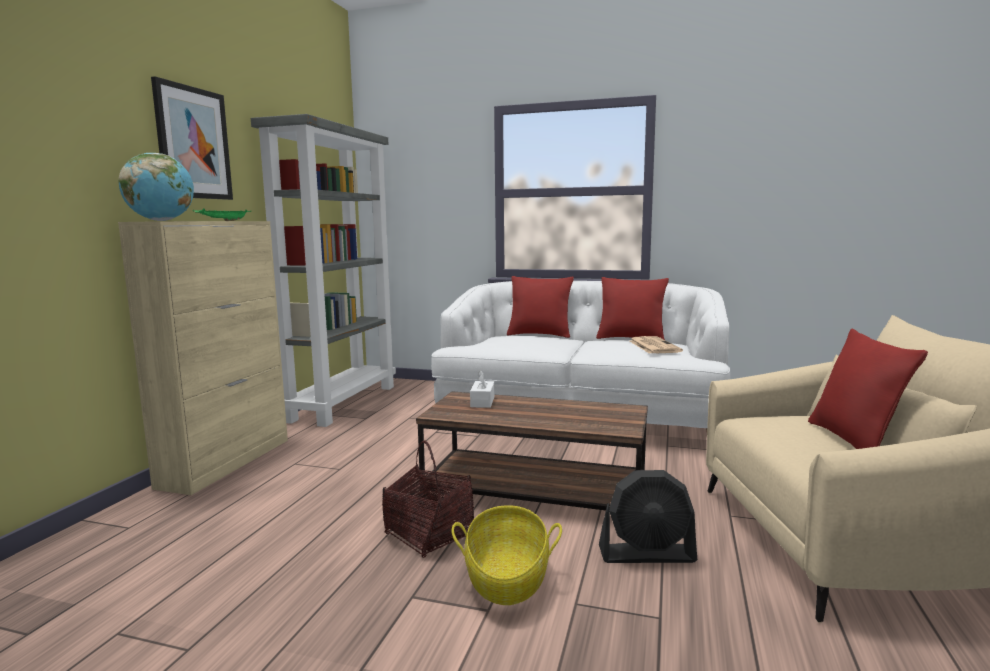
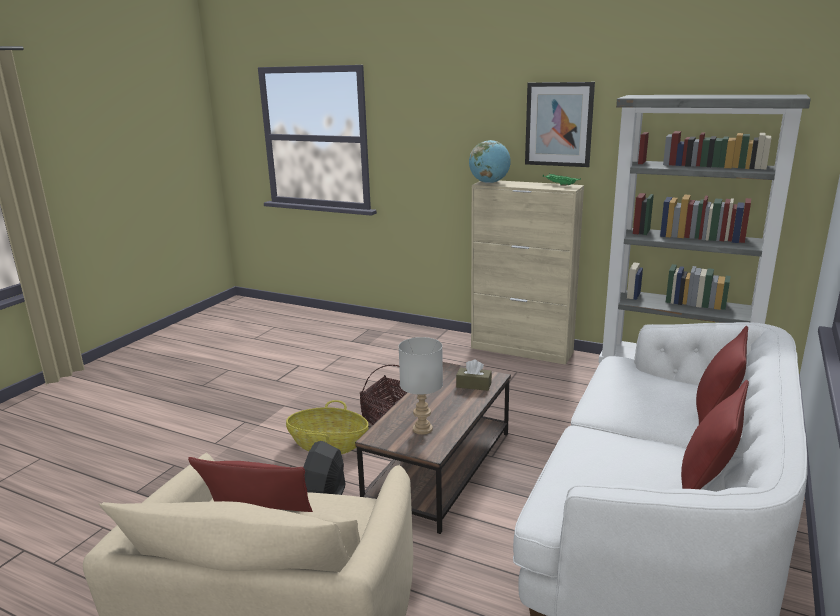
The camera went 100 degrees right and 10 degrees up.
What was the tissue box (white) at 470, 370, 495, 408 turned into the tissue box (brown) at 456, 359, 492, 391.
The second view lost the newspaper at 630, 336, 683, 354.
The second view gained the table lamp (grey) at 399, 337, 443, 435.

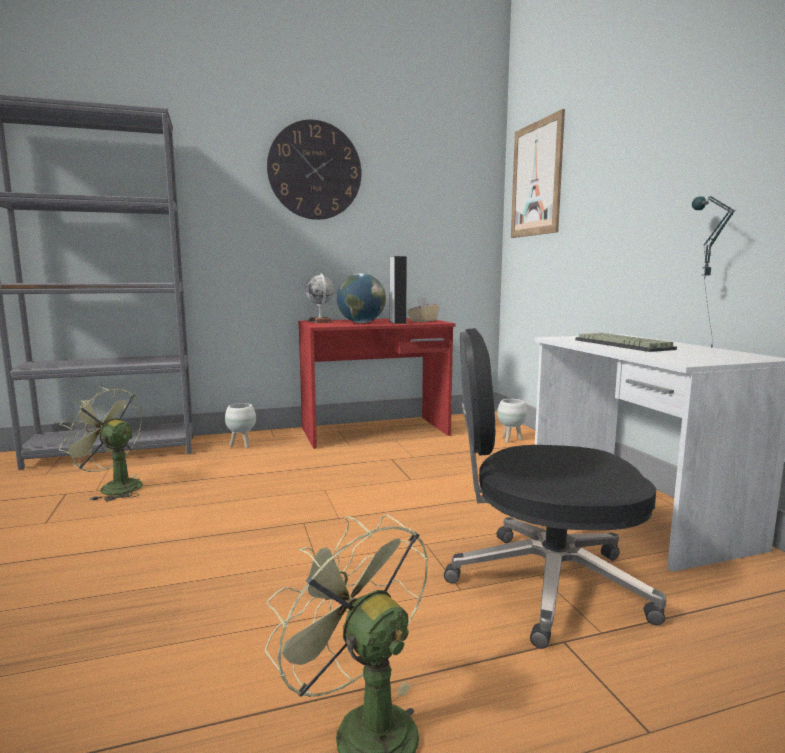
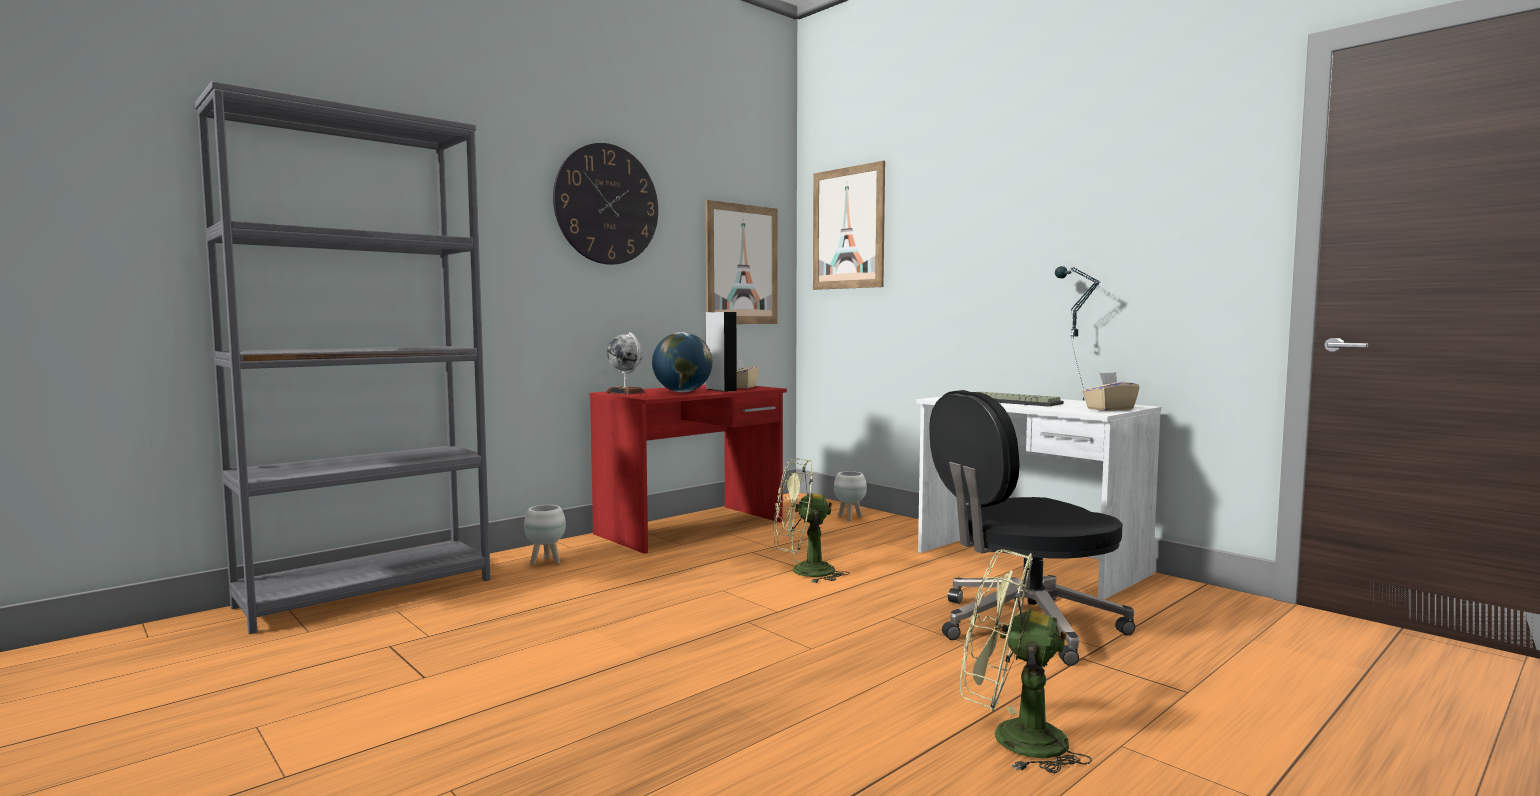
The camera went 25 degrees left and 5 degrees down.
The fan (green) ended up elsewhere, having gone from 59, 386, 143, 501 to 774, 458, 849, 583.
The second view gained the picture at 705, 200, 778, 324.
The second view gained the tissue box (beige) at 1083, 372, 1139, 411.

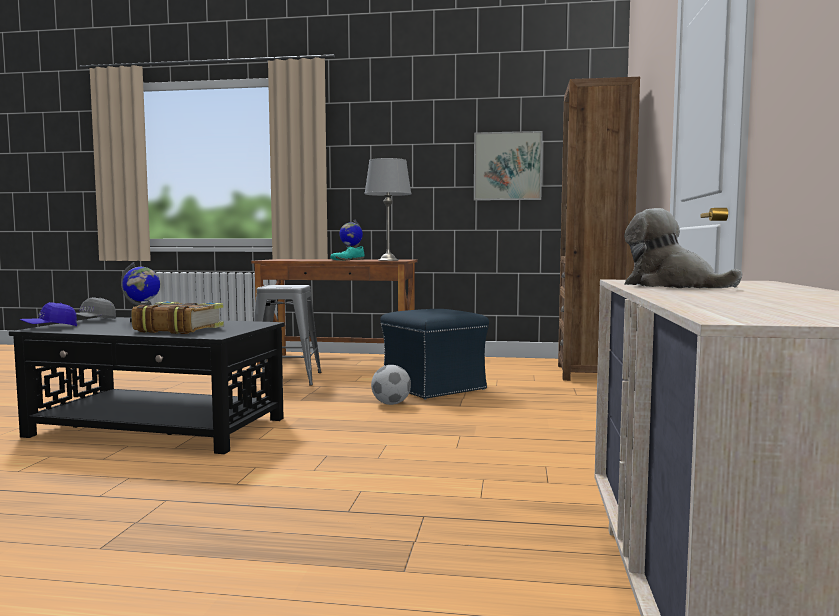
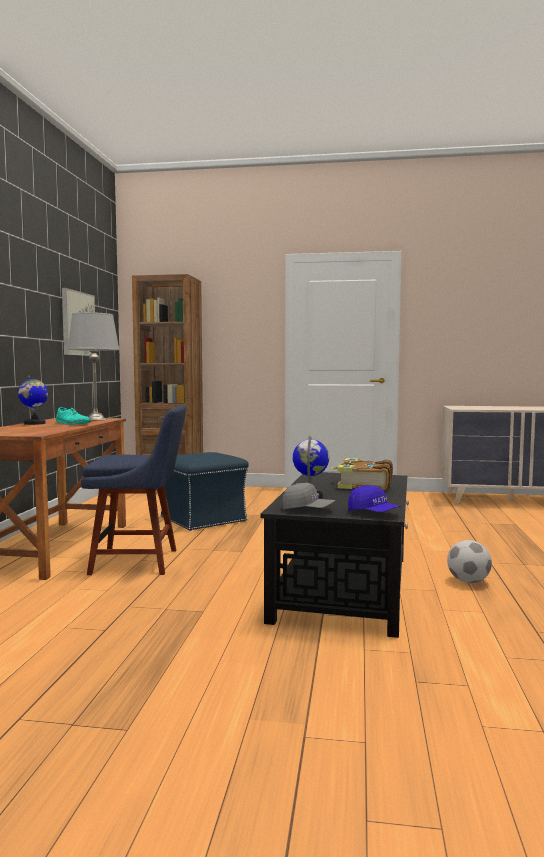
The camera went 90 degrees left and 0 degrees up.
Where the stool (grey) stood at 250, 285, 321, 385, the chair (blue) came to stand at 81, 405, 186, 575.
The football ended up elsewhere, having gone from 371, 365, 411, 405 to 447, 540, 492, 583.
The second view lost the plush toy at 624, 208, 742, 288.

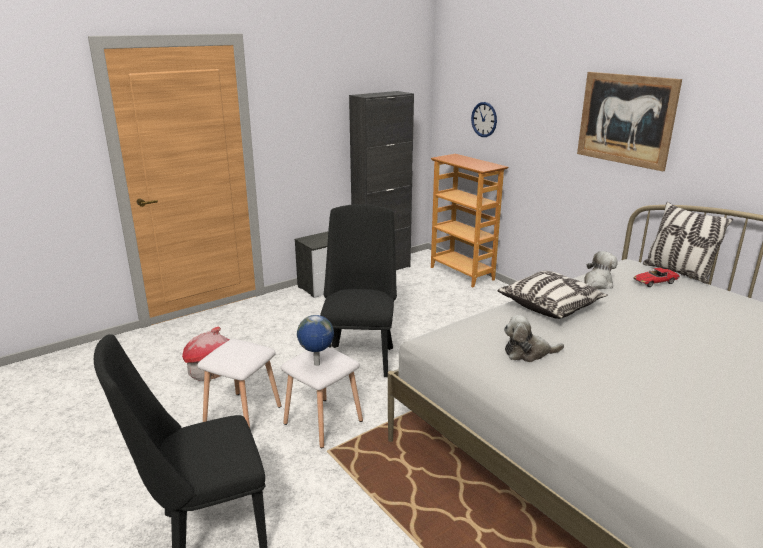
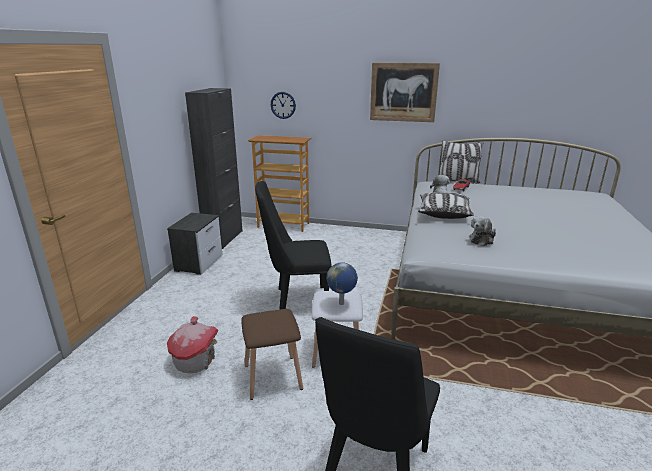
The camera went 40 degrees left and 0 degrees up.
What was the stool (white) at 197, 339, 281, 428 turned into the stool (brown) at 241, 309, 303, 400.
The chair (black) at 320, 204, 397, 377 ended up facing another way, 60 degrees counterclockwise from before.

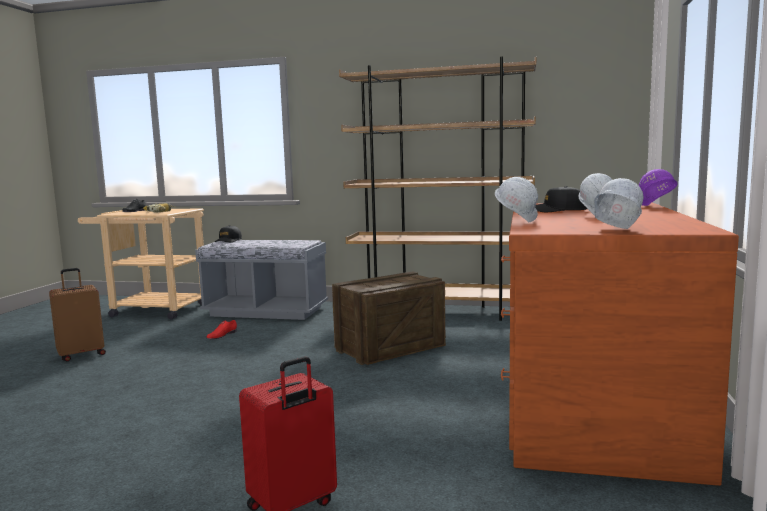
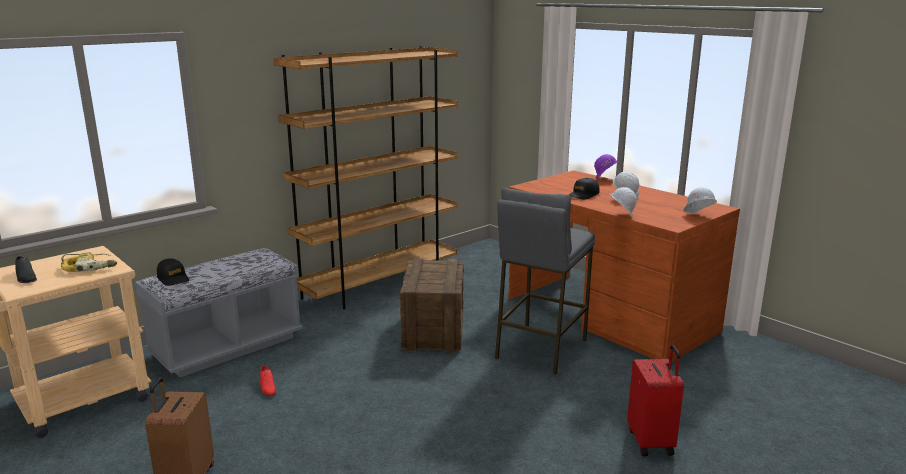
The camera went 55 degrees left and 10 degrees up.
The second view gained the stool (grey) at 495, 188, 595, 375.

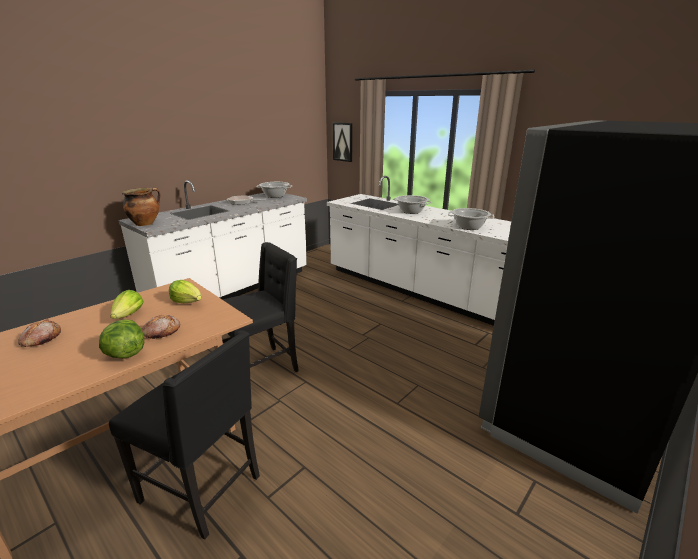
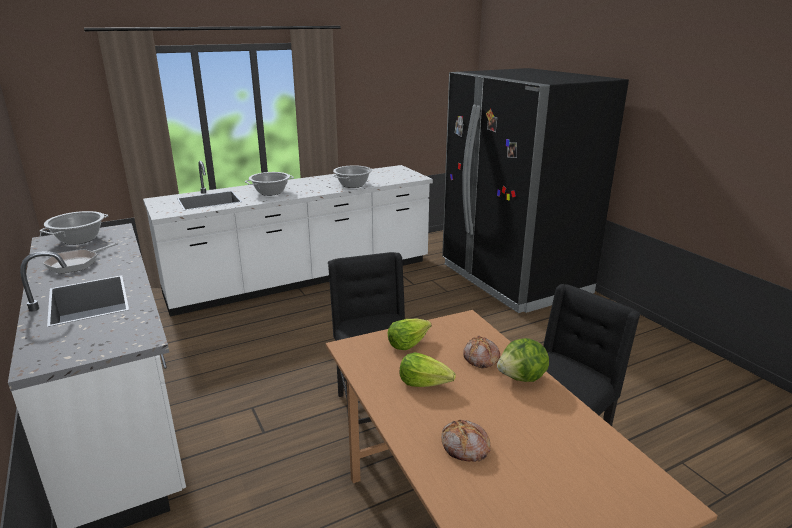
The camera went 70 degrees left and 0 degrees up.
The second view lost the cooking pot at 122, 188, 160, 226.
The second view lost the picture at 333, 122, 353, 162.

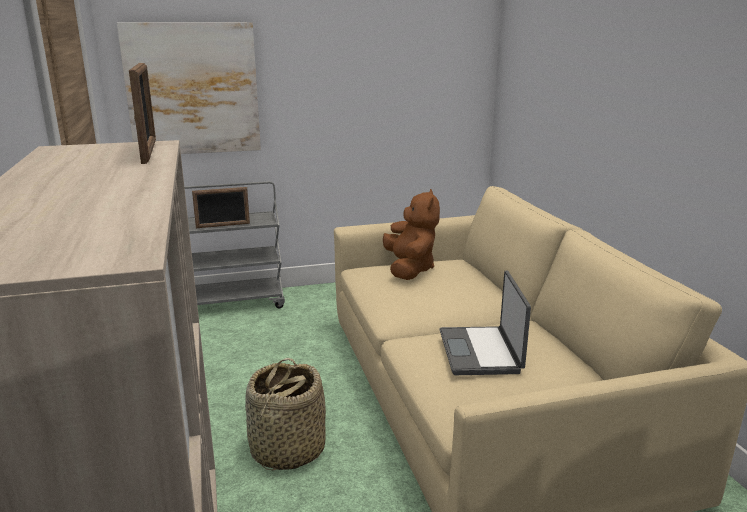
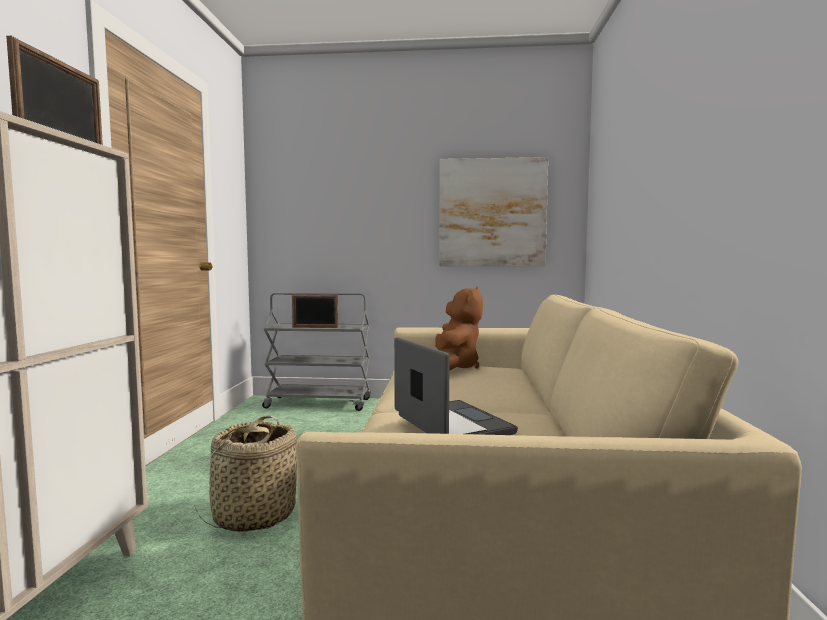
The camera went 20 degrees right and 15 degrees down.
The picture ended up elsewhere, having gone from 117, 23, 261, 154 to 439, 157, 548, 266.
The laptop at 439, 270, 531, 375 ended up facing another way, 135 degrees clockwise from before.

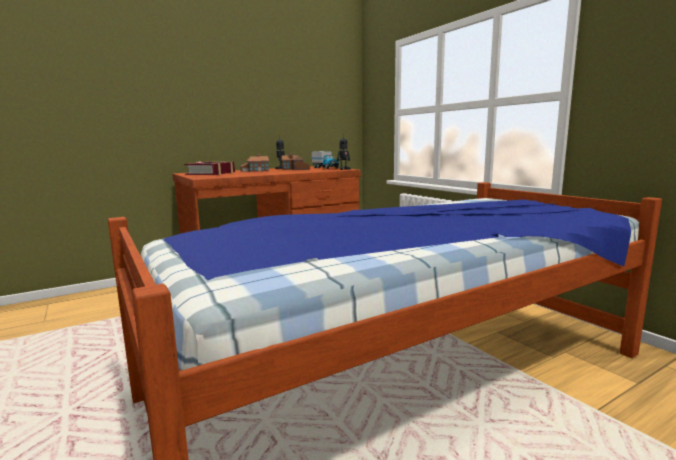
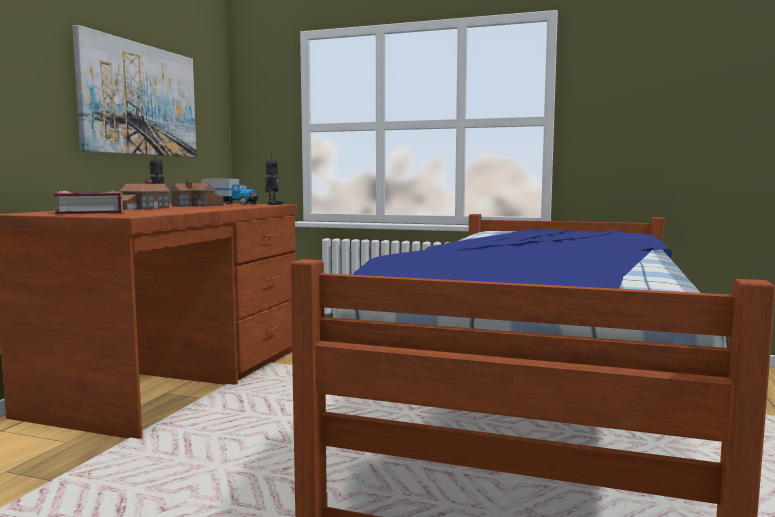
The camera went 40 degrees left and 5 degrees down.
The second view gained the picture at 72, 25, 197, 157.

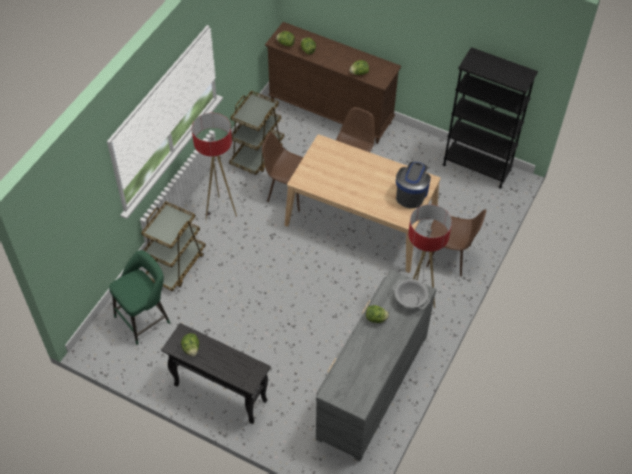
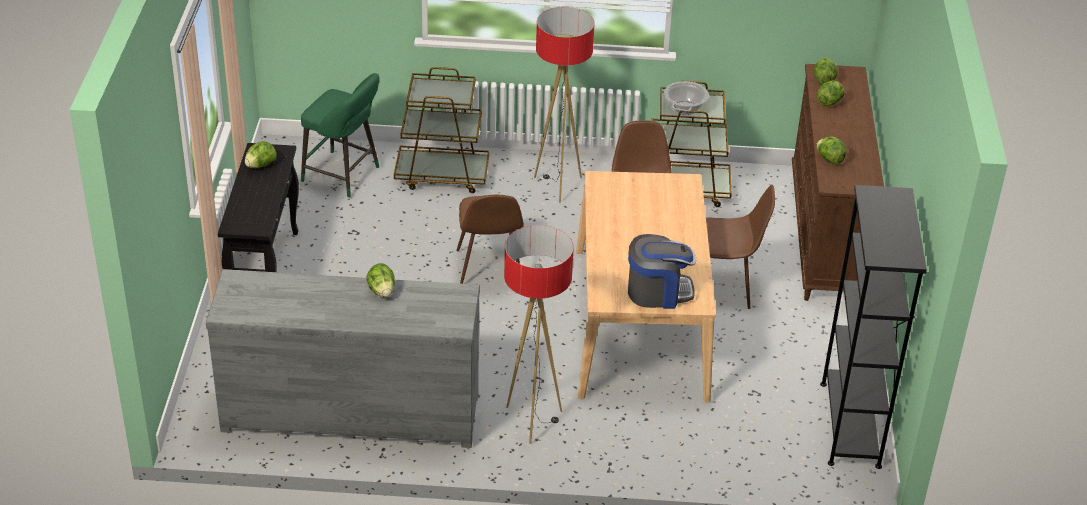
The camera went 65 degrees right and 15 degrees down.
The cooking pot ended up elsewhere, having gone from 393, 279, 430, 309 to 664, 81, 709, 115.
The chair (brown) ended up elsewhere, having gone from 426, 209, 486, 276 to 456, 195, 524, 284.

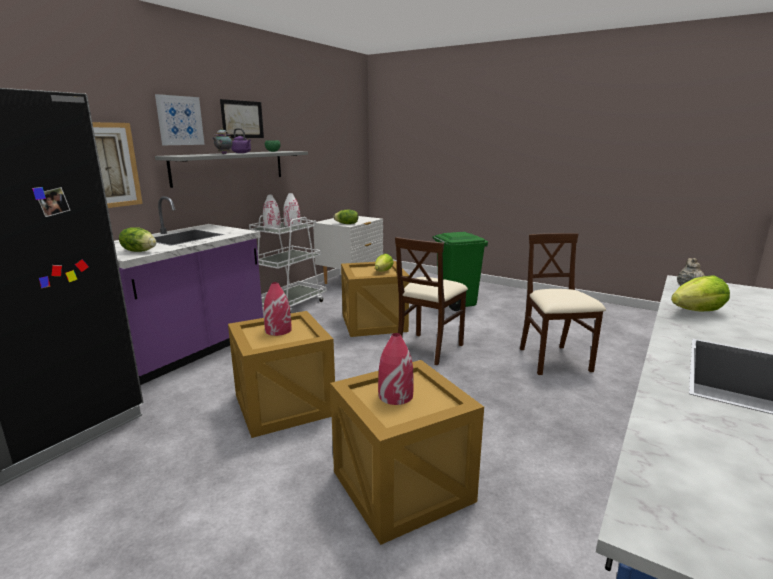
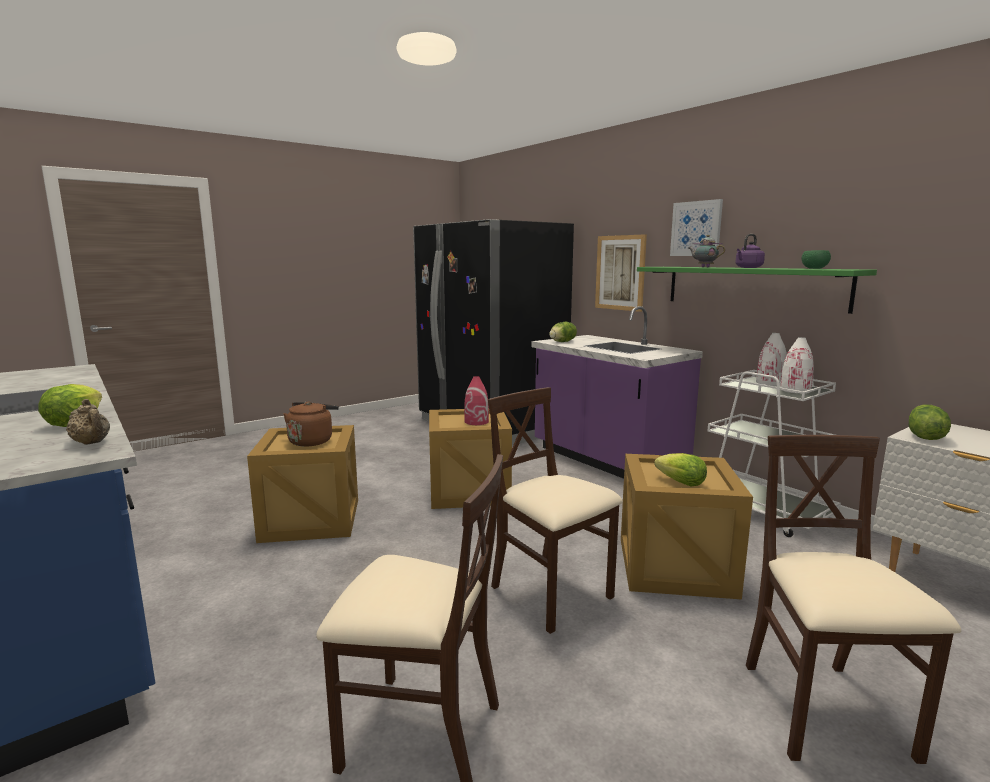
The camera went 110 degrees right and 5 degrees down.
What was the shelf (grey) at 155, 151, 308, 188 turned into the shelf (green) at 637, 267, 877, 314.
The second view lost the picture at 220, 99, 264, 138.
Where the vase (red) stood at 378, 333, 414, 405, the kettle (brown) came to stand at 283, 401, 339, 447.
Where the trash can (green) stood at 433, 232, 488, 311, the chair (beige) came to stand at 746, 435, 961, 764.

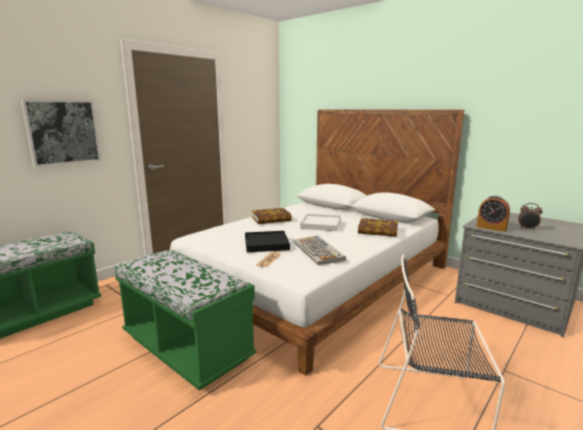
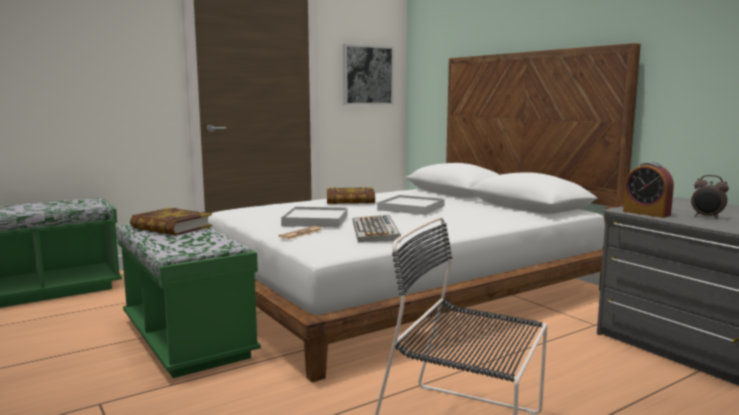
The camera went 15 degrees right and 5 degrees down.
The picture ended up elsewhere, having gone from 21, 99, 101, 167 to 343, 44, 394, 105.
What was the tray (black) at 245, 231, 290, 252 turned into the tray (white) at 281, 207, 348, 227.
The book ended up elsewhere, having gone from 358, 218, 398, 237 to 130, 208, 212, 236.

